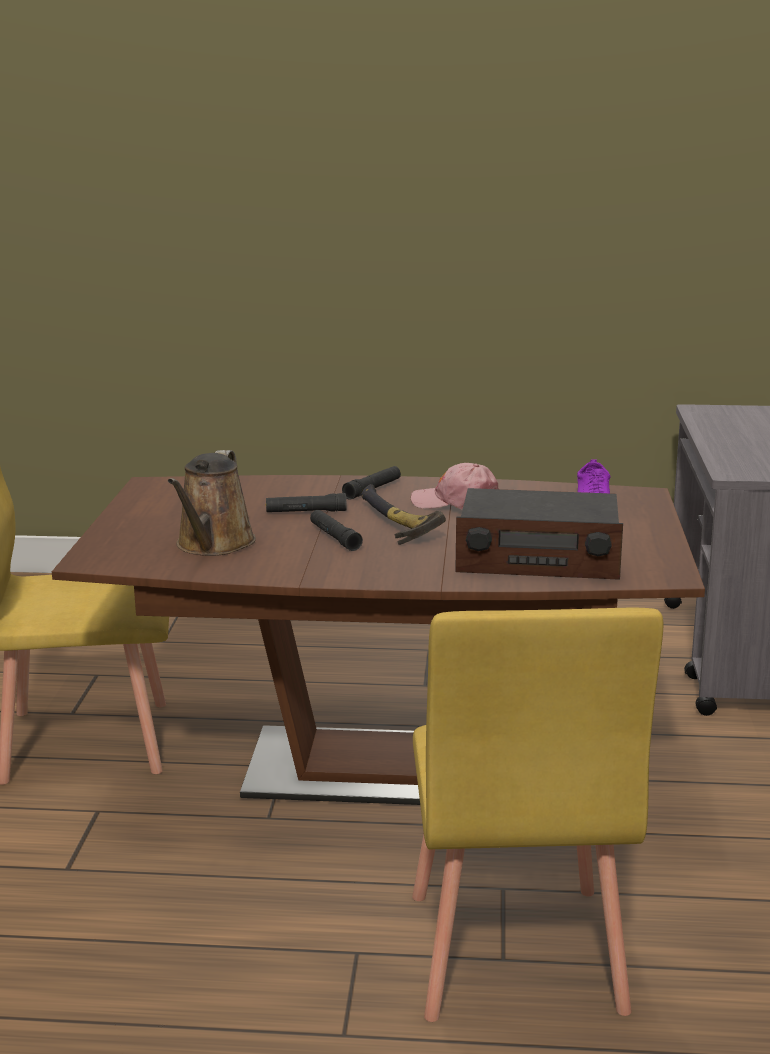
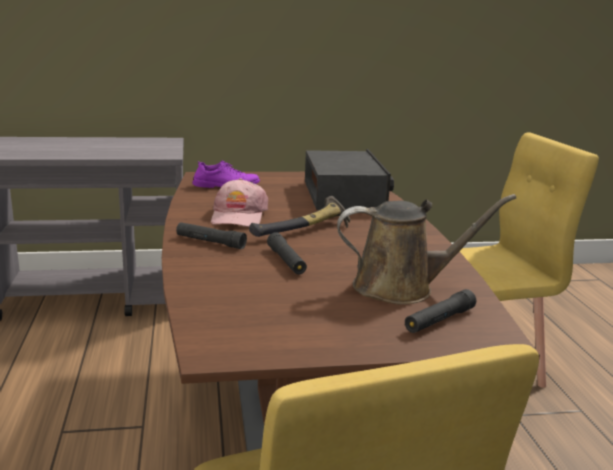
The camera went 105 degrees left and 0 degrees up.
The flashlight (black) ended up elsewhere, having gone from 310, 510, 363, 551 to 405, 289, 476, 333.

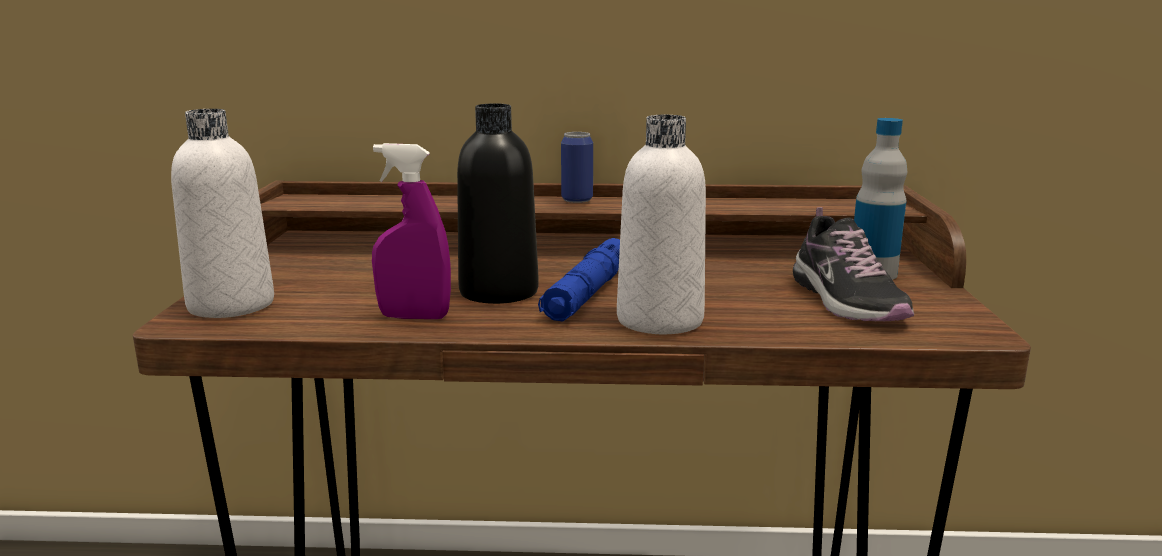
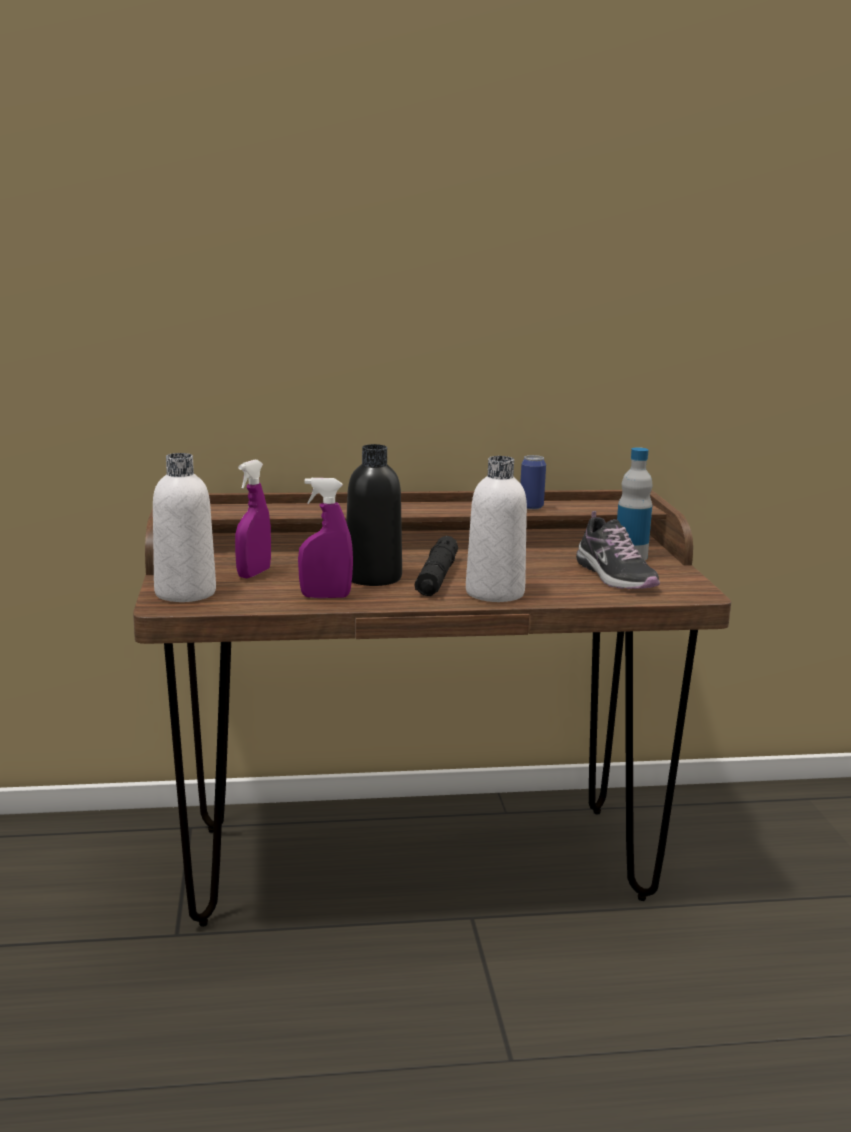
The camera went 10 degrees left and 0 degrees up.
What was the flashlight (blue) at 538, 238, 620, 322 turned into the flashlight (black) at 415, 536, 458, 596.
The can ended up elsewhere, having gone from 561, 132, 593, 203 to 520, 455, 546, 510.
The second view gained the spray bottle (purple) at 235, 460, 271, 578.

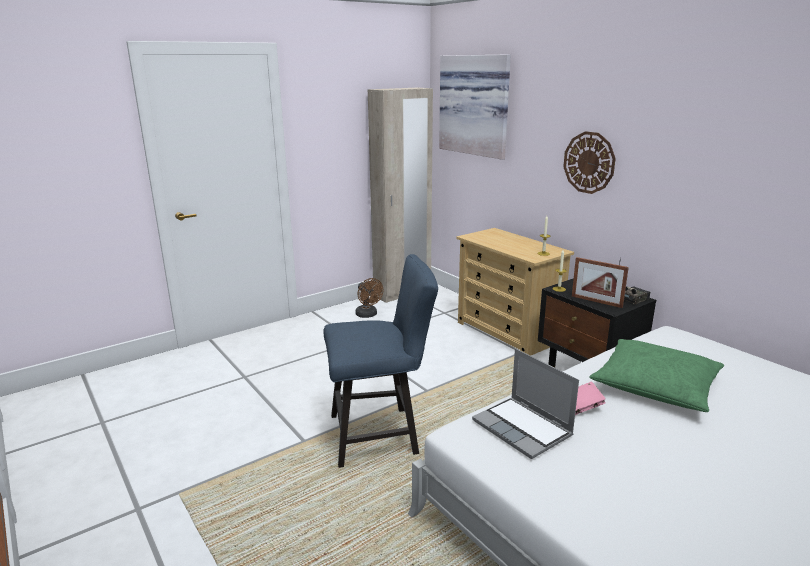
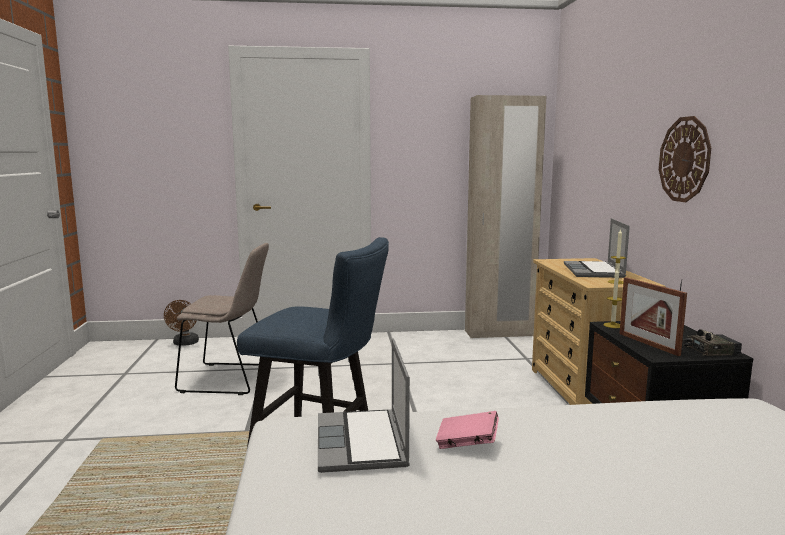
The camera went 30 degrees right and 10 degrees down.
The fan (brown) ended up elsewhere, having gone from 355, 278, 384, 318 to 164, 300, 199, 346.
The second view lost the picture at 439, 54, 511, 160.
The second view lost the pillow (green) at 589, 339, 724, 412.
The second view gained the chair (beige) at 175, 243, 269, 395.
The second view gained the laptop at 564, 218, 630, 278.

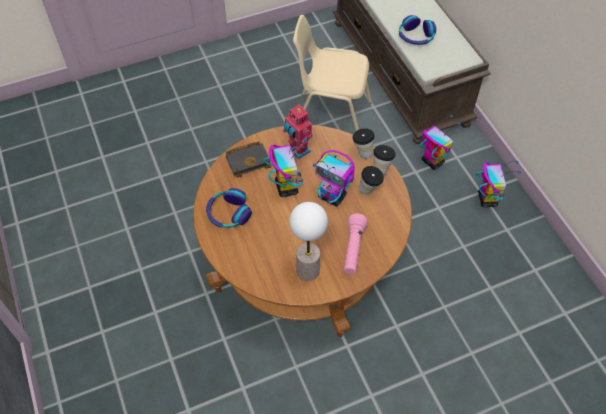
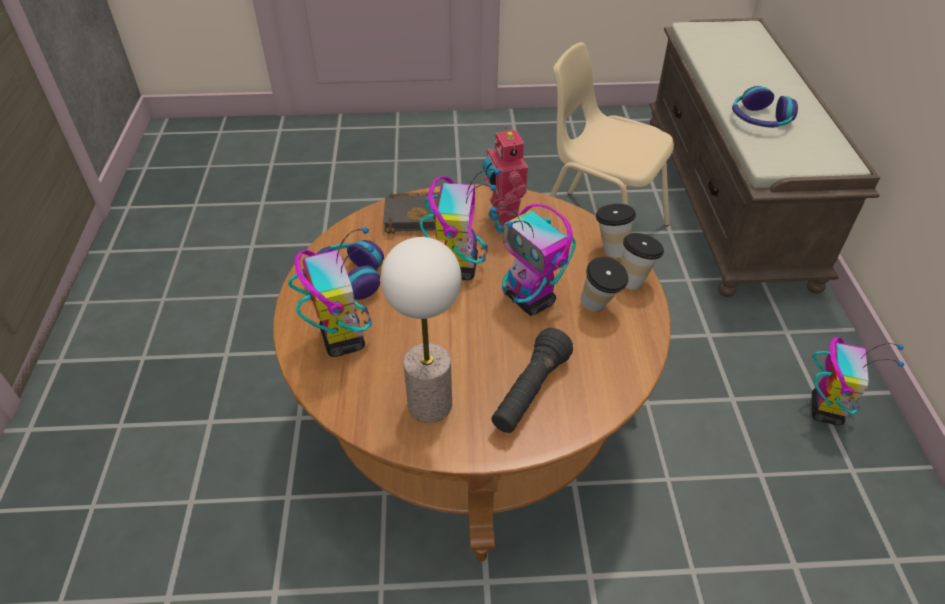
The camera went 20 degrees right and 10 degrees down.
What was the flashlight (pink) at 344, 213, 368, 274 turned into the flashlight (black) at 491, 328, 573, 433.
The toy robot ended up elsewhere, having gone from 419, 115, 461, 170 to 288, 227, 374, 357.

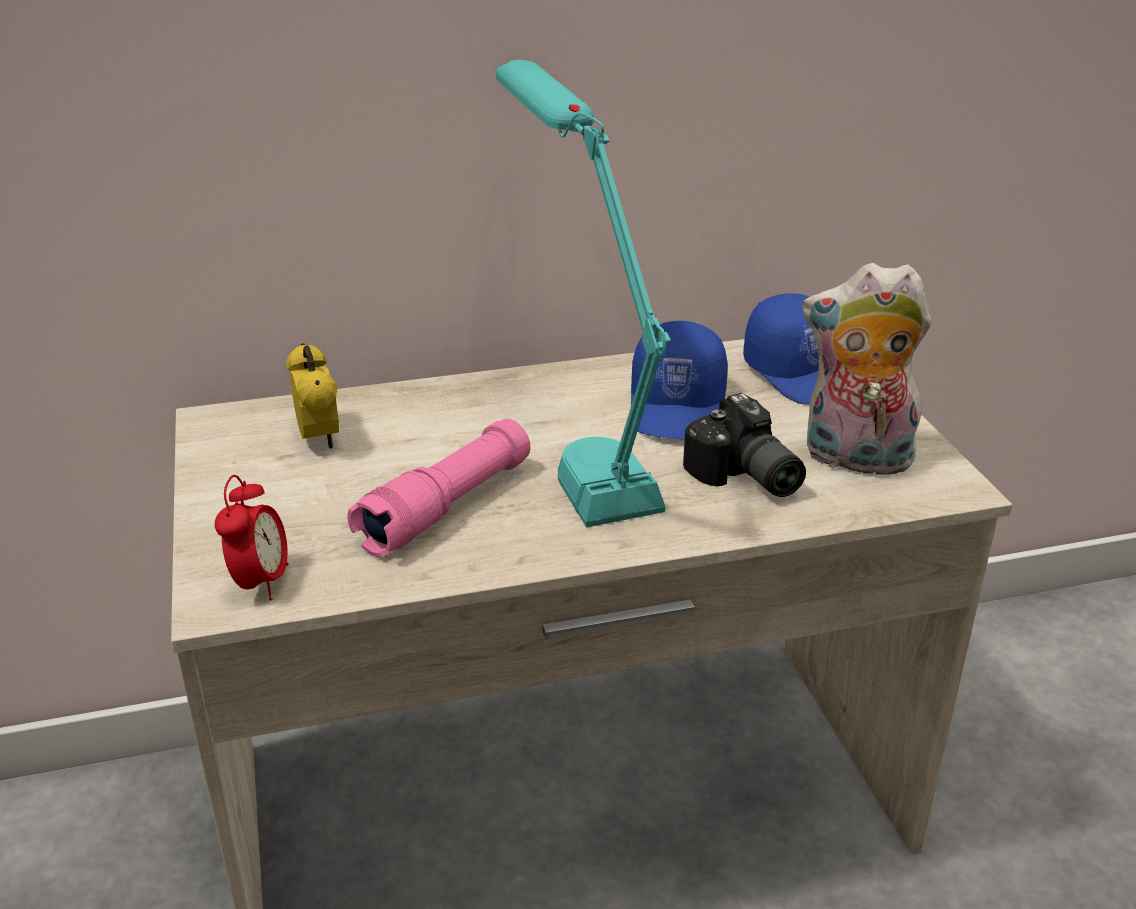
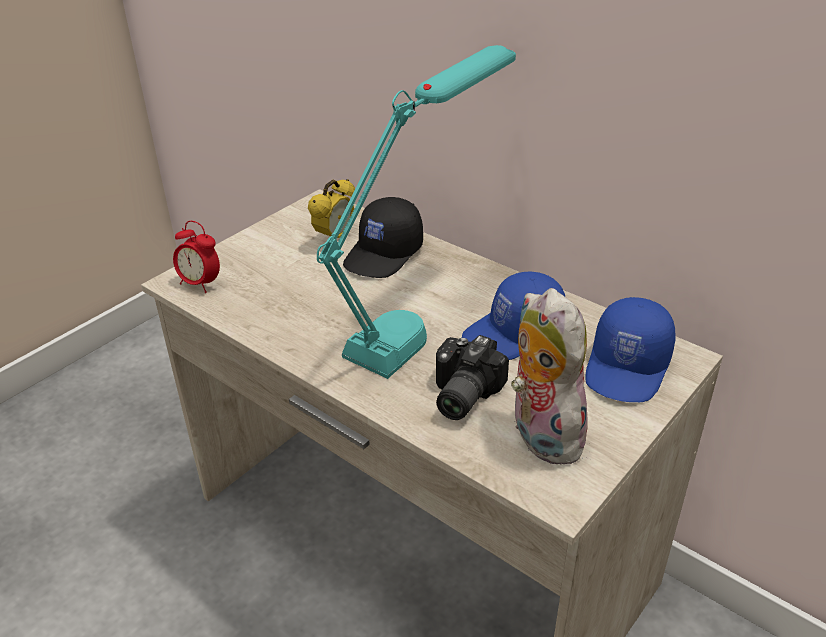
The camera went 55 degrees right and 5 degrees up.
The alarm clock at 215, 475, 288, 601 ended up facing another way, 60 degrees clockwise from before.
The second view lost the flashlight (pink) at 348, 419, 531, 557.
The second view gained the cap (black) at 343, 197, 423, 278.

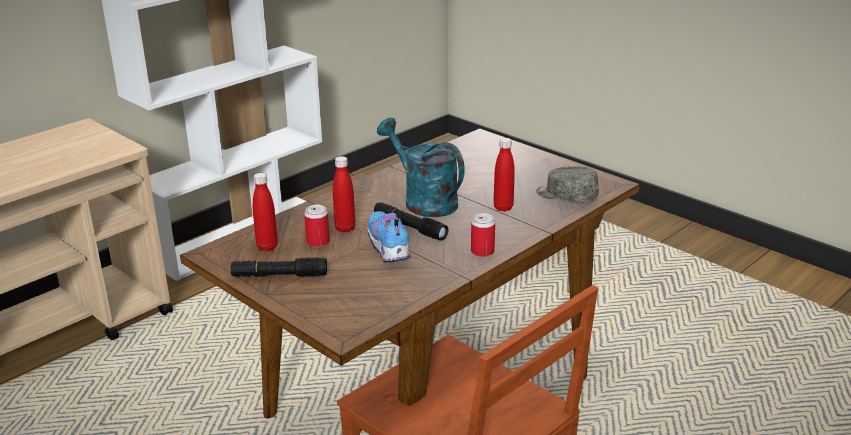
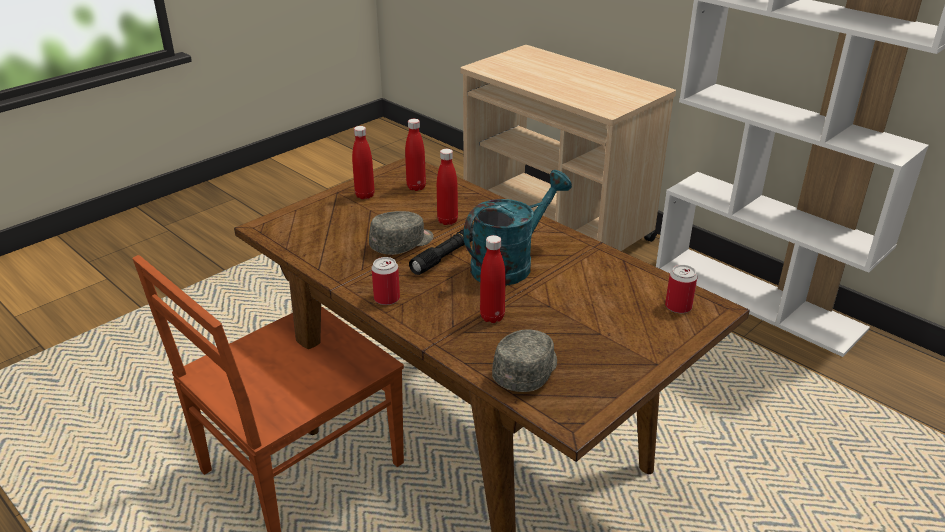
The camera went 90 degrees right and 5 degrees up.
Where the flashlight (black) stood at 231, 257, 327, 277, the bottle (red) came to stand at 352, 126, 375, 199.
The can ended up elsewhere, having gone from 304, 205, 330, 247 to 665, 265, 698, 313.
Where the shoe stood at 368, 211, 410, 262, the cap (grey) came to stand at 369, 211, 434, 255.

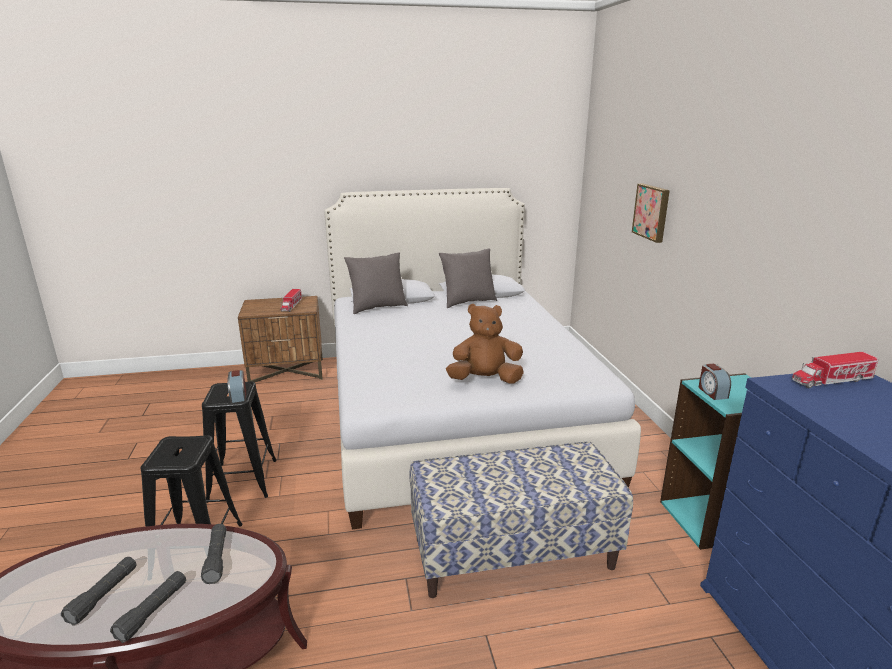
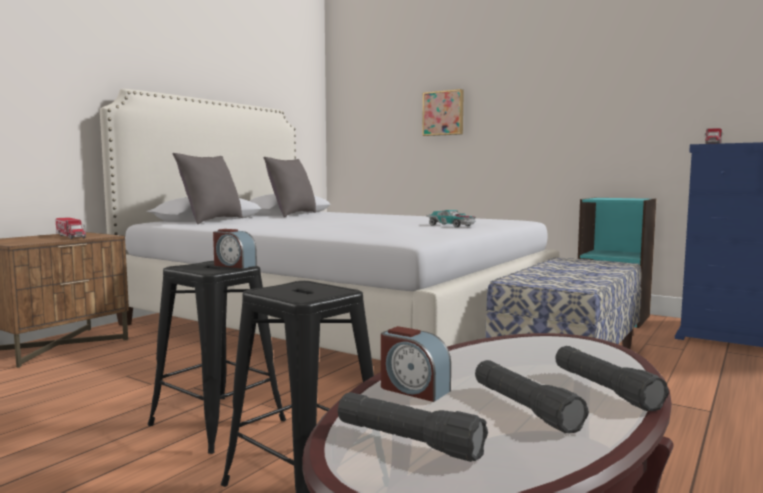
The camera went 45 degrees left and 15 degrees down.
The flashlight (black) ended up elsewhere, having gone from 201, 524, 226, 584 to 338, 392, 488, 462.
Where the plush toy (brown) stood at 446, 304, 524, 383, the toy car came to stand at 426, 210, 476, 227.
The alarm clock ended up elsewhere, having gone from 699, 364, 731, 400 to 381, 326, 451, 402.

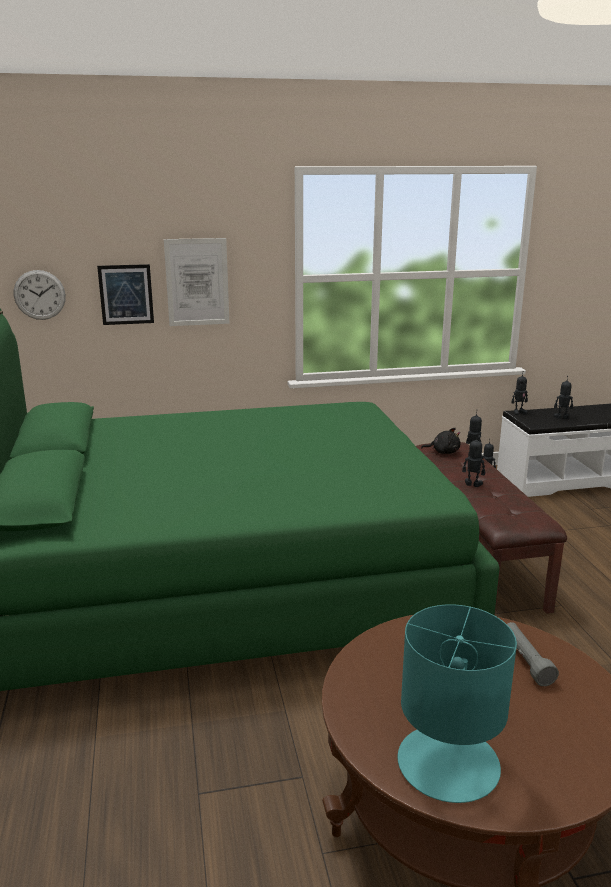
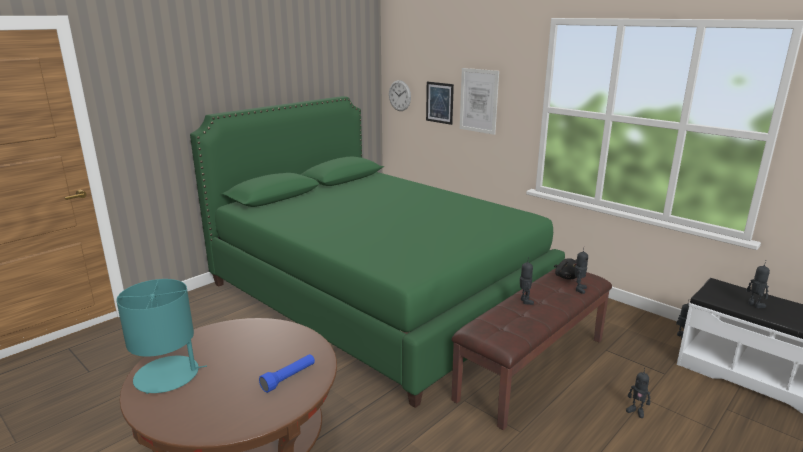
The camera went 55 degrees right and 0 degrees up.
What was the flashlight (grey) at 507, 622, 559, 686 turned into the flashlight (blue) at 259, 354, 315, 393.
The toy robot ended up elsewhere, having gone from 511, 375, 528, 415 to 626, 369, 650, 418.

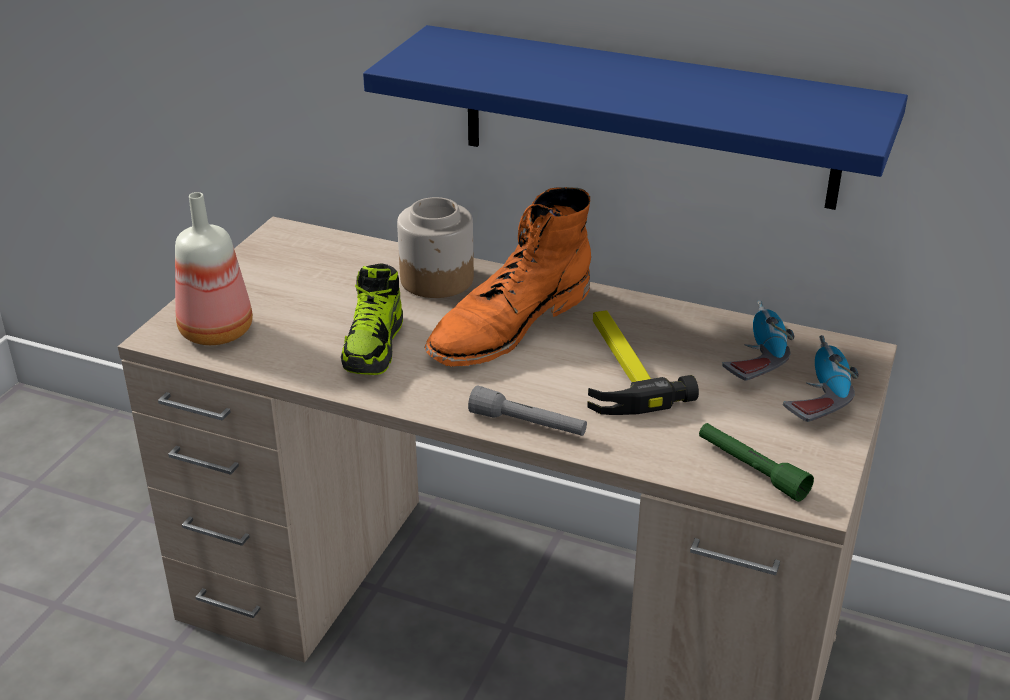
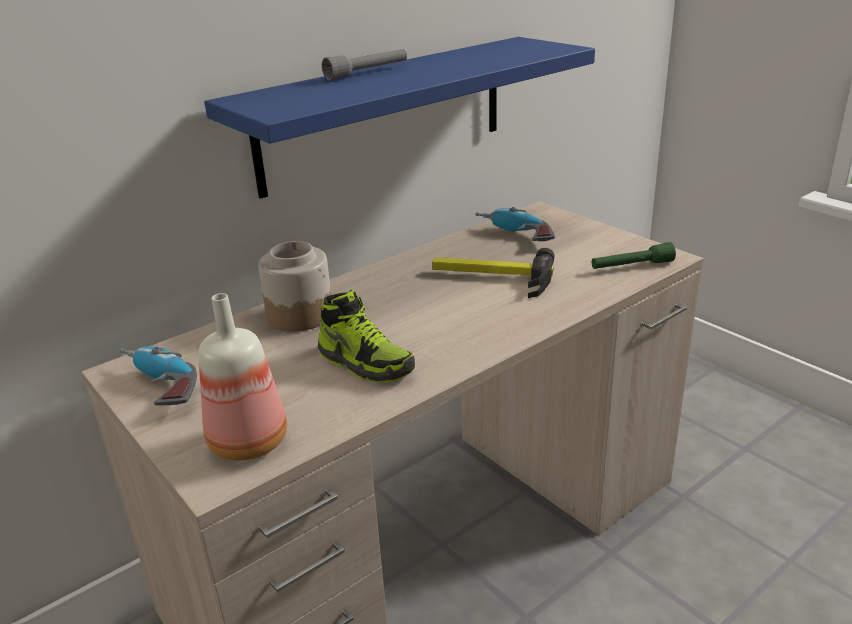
The camera went 60 degrees left and 5 degrees down.
The second view lost the boot (orange) at 425, 187, 591, 367.
The flashlight (grey) ended up elsewhere, having gone from 468, 385, 587, 436 to 322, 49, 407, 81.
The power drill ended up elsewhere, having gone from 783, 335, 859, 422 to 120, 346, 197, 406.

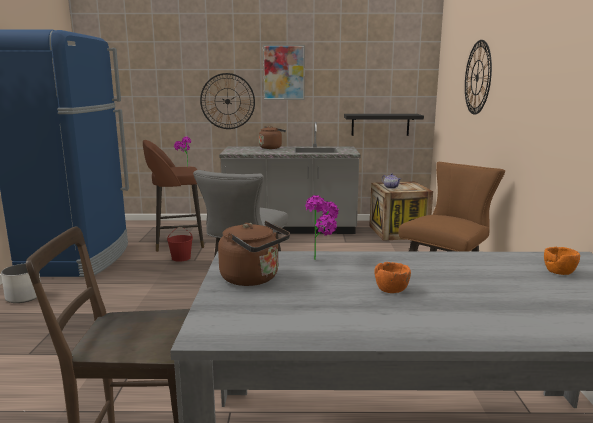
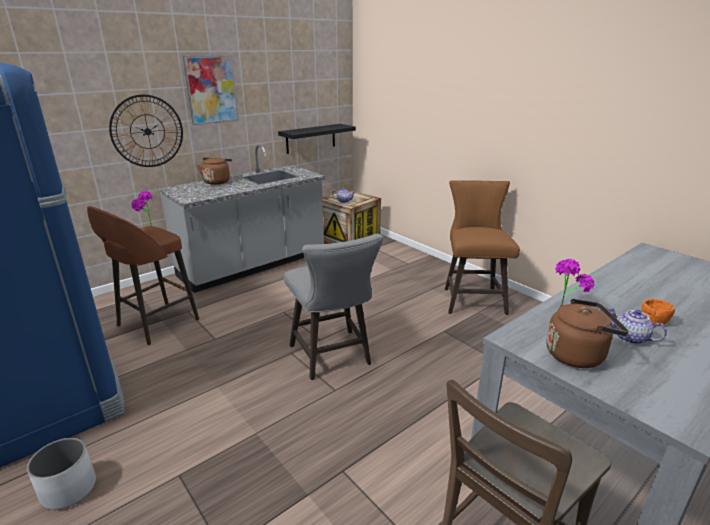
The camera went 40 degrees left and 10 degrees up.
The second view lost the bucket (red) at 167, 227, 193, 262.
The second view lost the wall clock at 465, 40, 492, 115.
The second view lost the bowl (orange) at 544, 247, 580, 275.
The second view gained the teapot at 607, 307, 667, 344.

